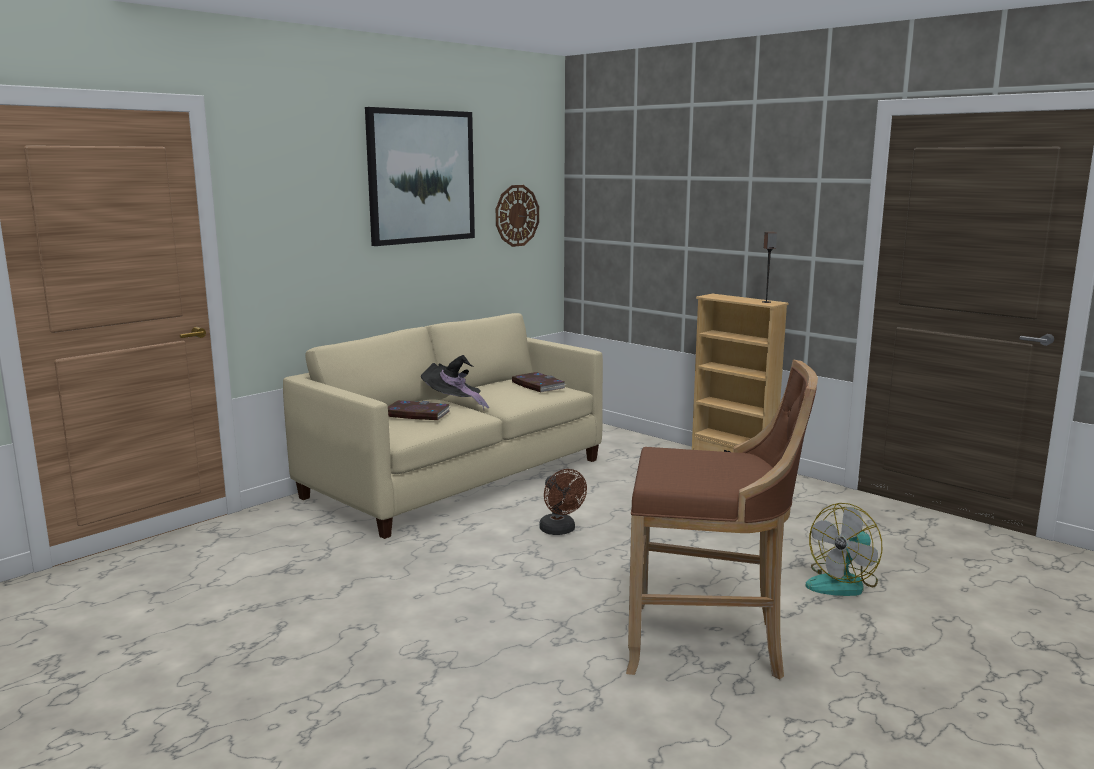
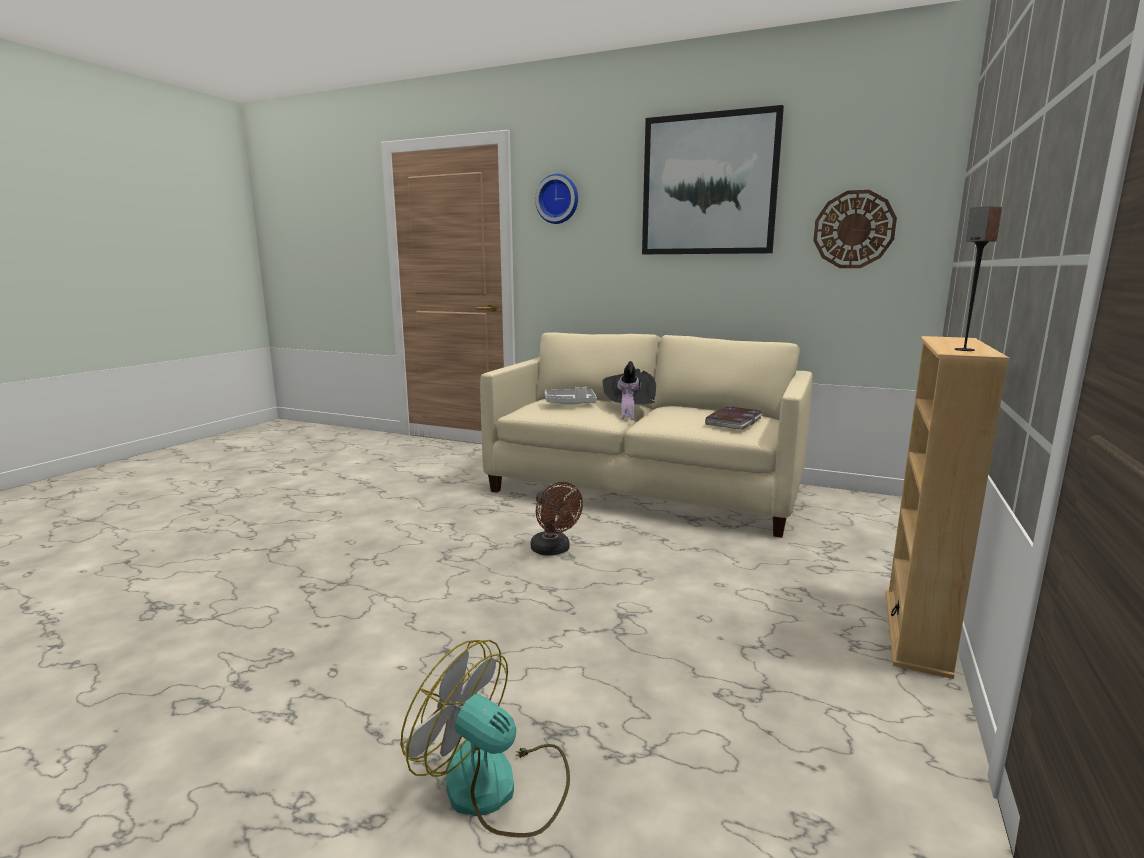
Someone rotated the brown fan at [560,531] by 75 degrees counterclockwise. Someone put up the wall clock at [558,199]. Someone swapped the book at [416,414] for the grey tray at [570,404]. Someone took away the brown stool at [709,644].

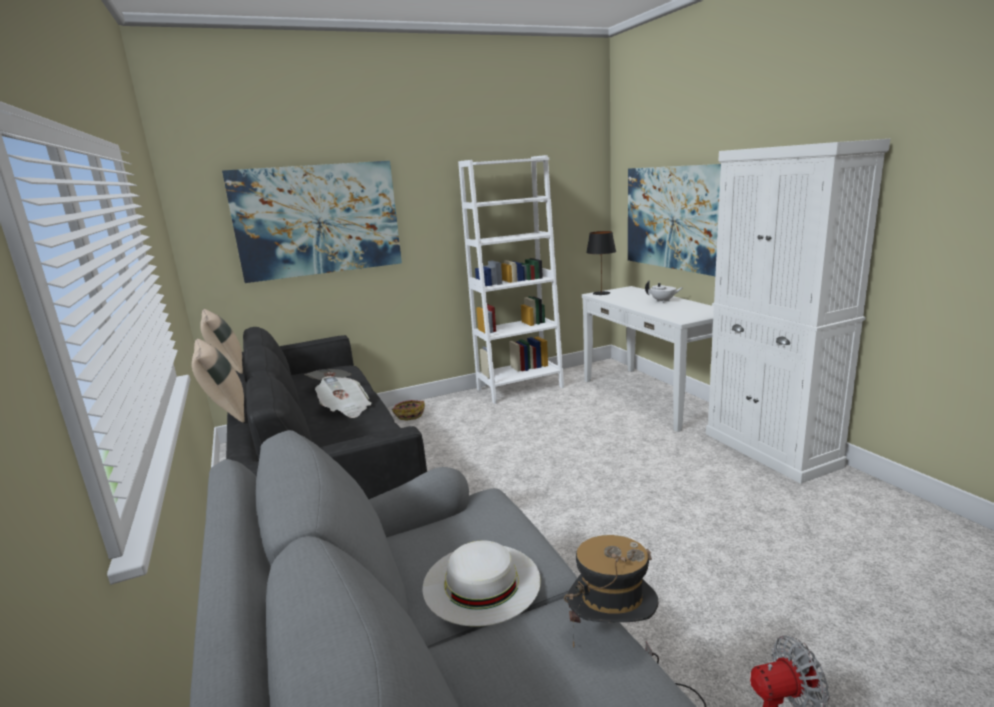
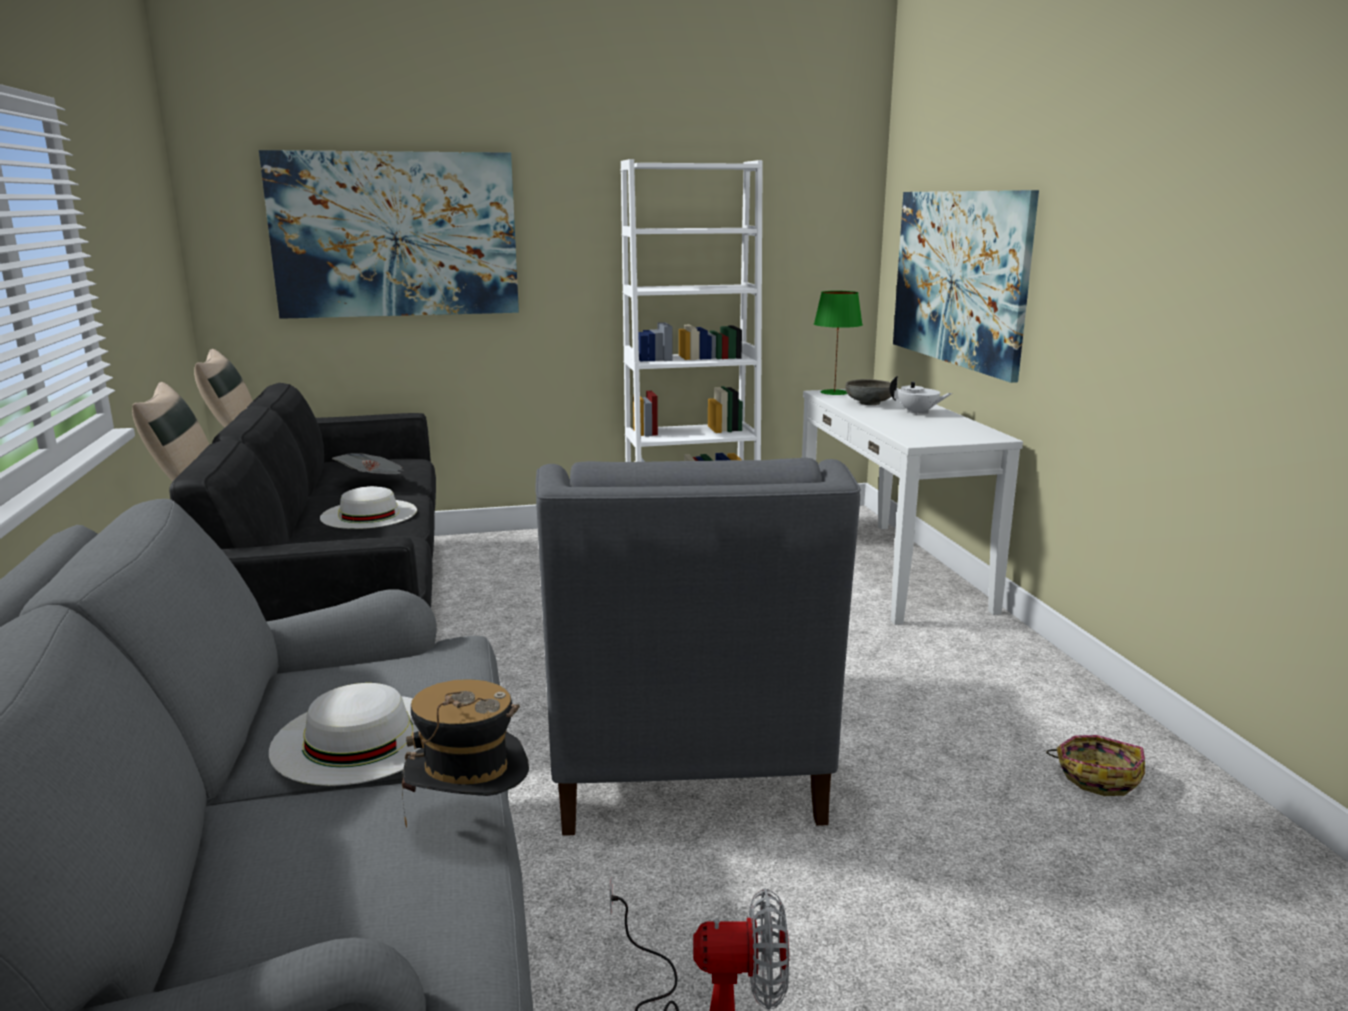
Someone swapped the newspaper at [345,409] for the white hat at [369,514]. Someone put down the grey armchair at [684,743]. Someone repainted the black table lamp at [601,293], which became the green table lamp at [834,392]. Someone put down the grey bowl at [869,403]. Someone carried the basket from [409,414] to [1097,776]. Someone took away the white cabinet at [771,449].

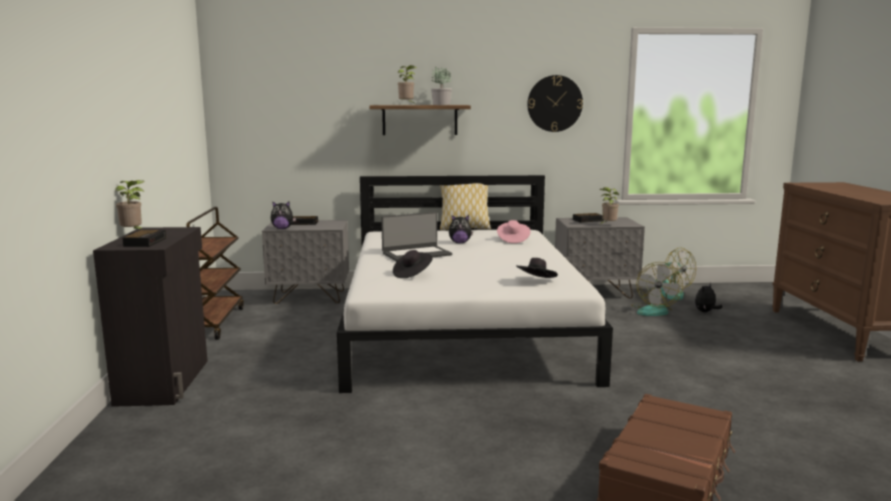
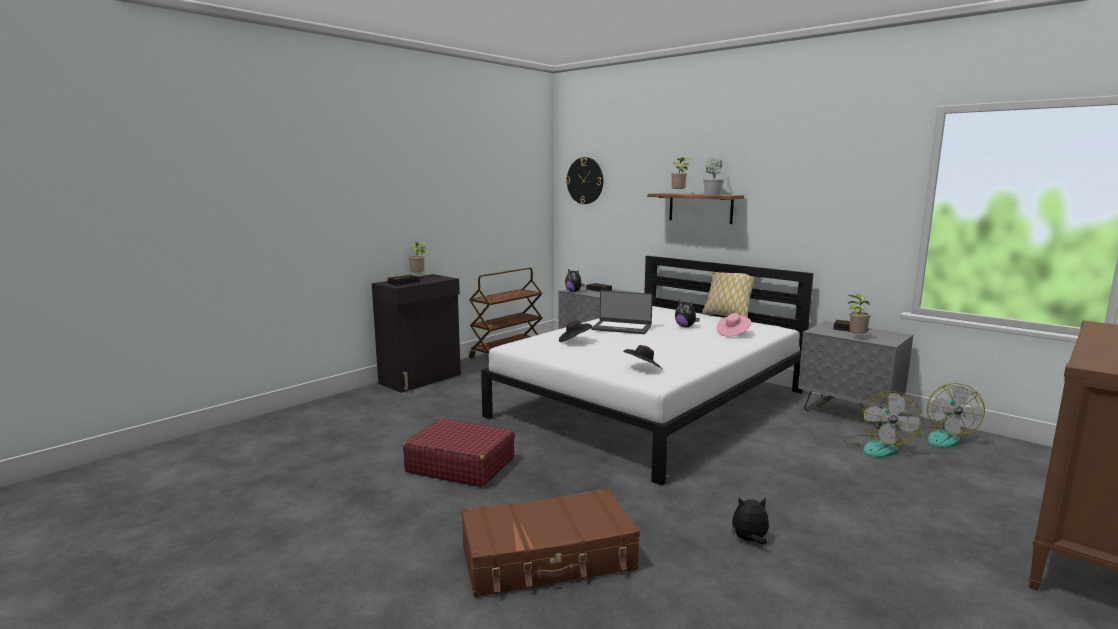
Someone put down the red suitcase at [460,465]. Someone carried the wall clock from [554,103] to [585,180]. Someone carried the plush toy from [705,312] to [749,540]. Someone rotated the fan at [654,310] by 60 degrees counterclockwise.

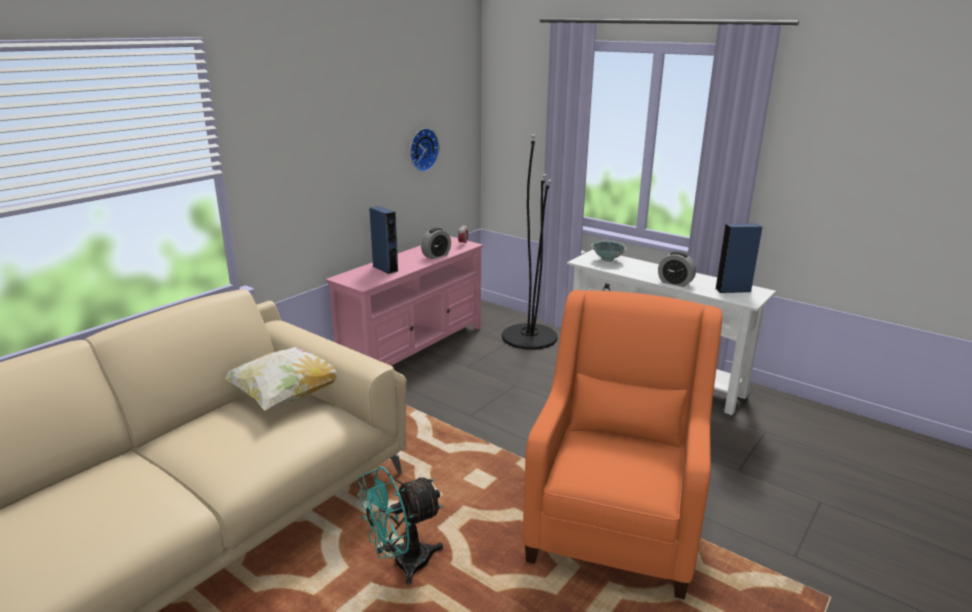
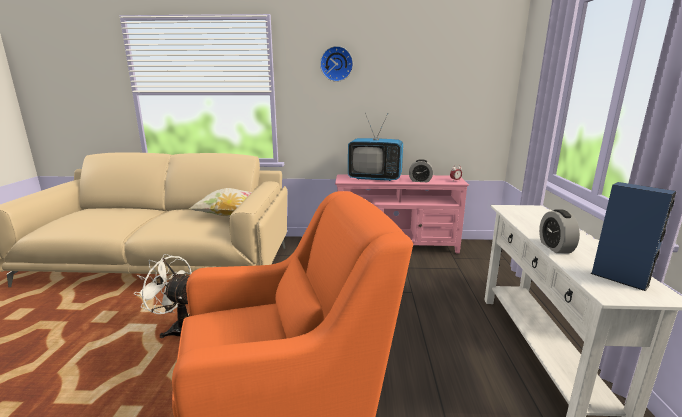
Someone repainted the turquoise fan at [402,564], which became the white fan at [179,328]. Someone carried the wall clock from [422,149] to [336,64]. Someone swapped the blue speaker at [385,268] for the television at [375,178]. Someone took away the black floor lamp at [529,337]. Someone took away the bowl at [607,260].

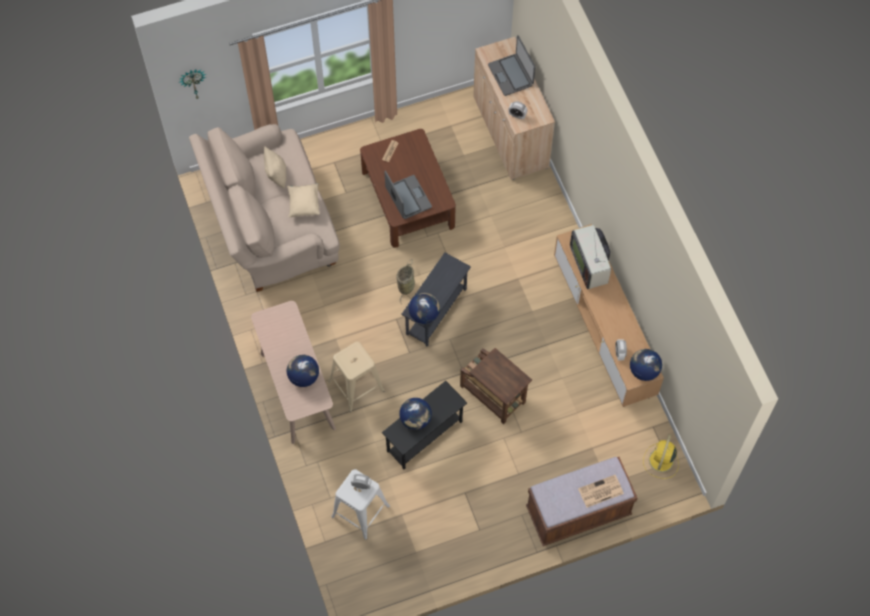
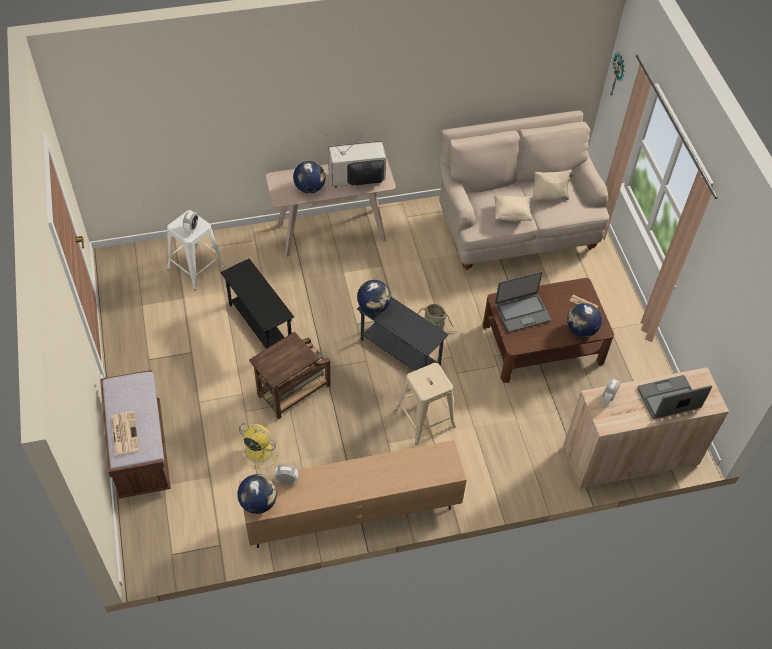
Someone carried the yellow fan from [660,461] to [257,449]. Someone carried the television from [590,264] to [358,179]. Someone carried the beige stool from [356,385] to [425,418]. Someone carried the globe from [415,420] to [581,330].

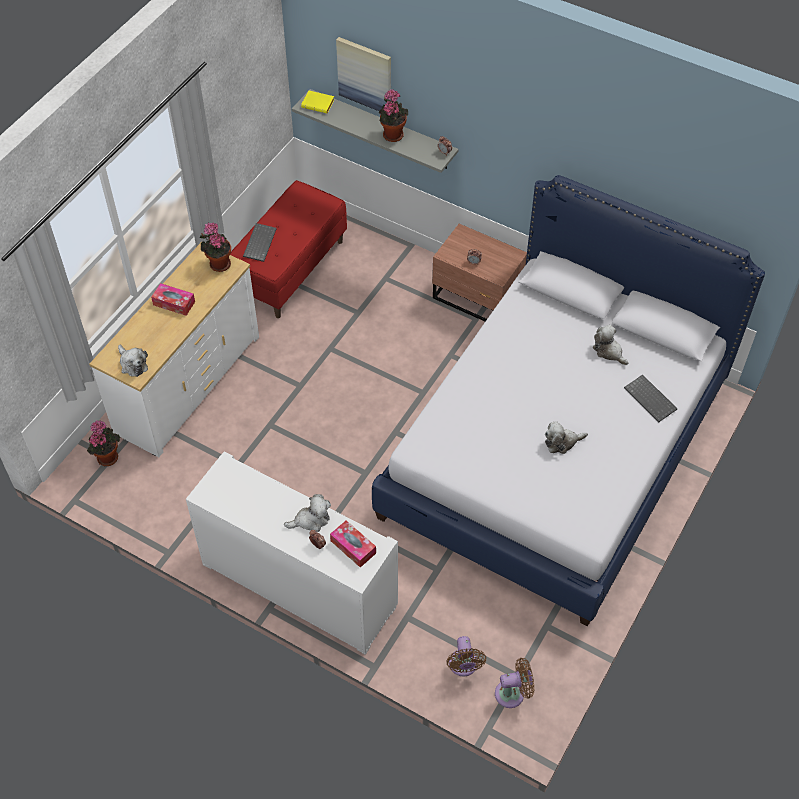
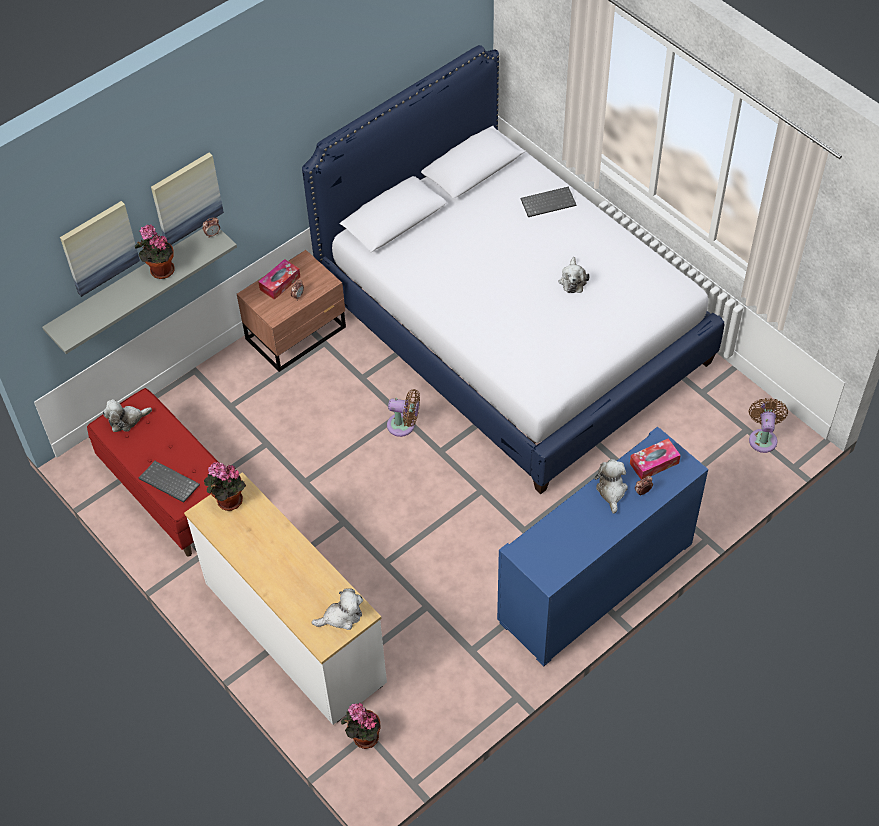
Someone carried the plush toy from [609,351] to [126,420]. Someone put up the picture at [186,198]. Someone carried the tissue box from [174,303] to [280,283]. Someone carried the brown fan from [463,666] to [404,425]. Someone repainted the white cabinet at [299,584], which became the blue cabinet at [596,582]. Someone took away the yellow book at [319,104].

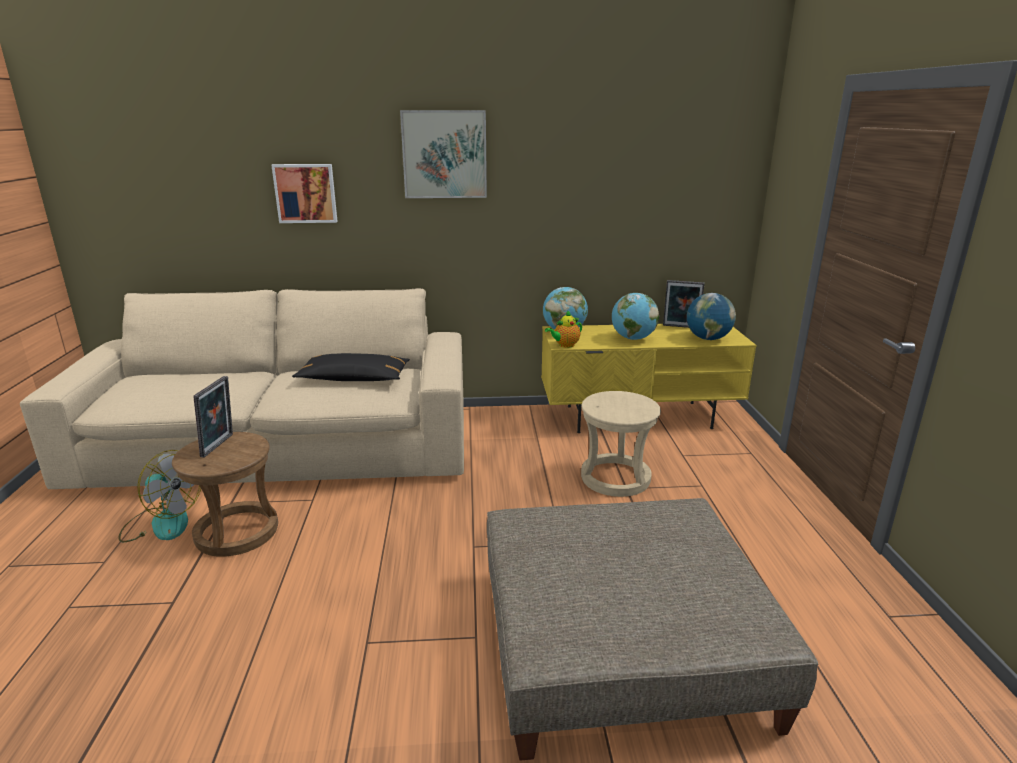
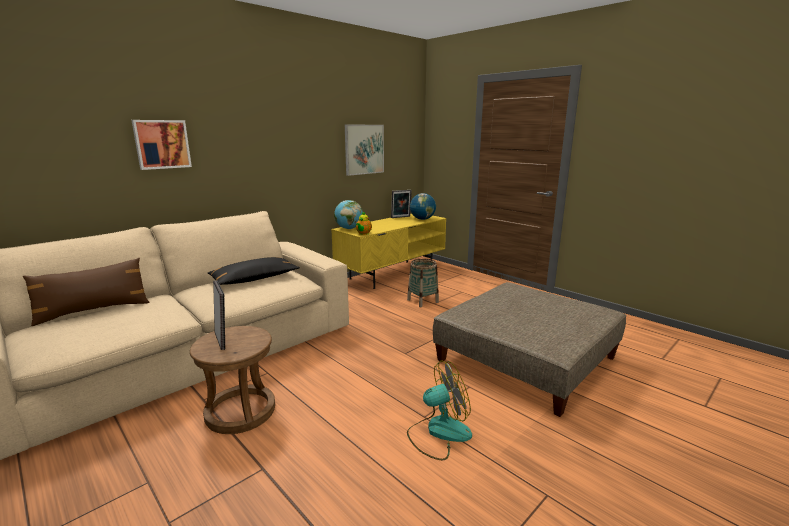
Someone put down the brown pillow at [94,311]. Someone carried the picture from [444,154] to [364,149]. Someone swapped the beige stool at [615,478] for the basket at [422,301]. Someone carried the fan from [162,523] to [439,432]. Someone took away the globe at [633,338].

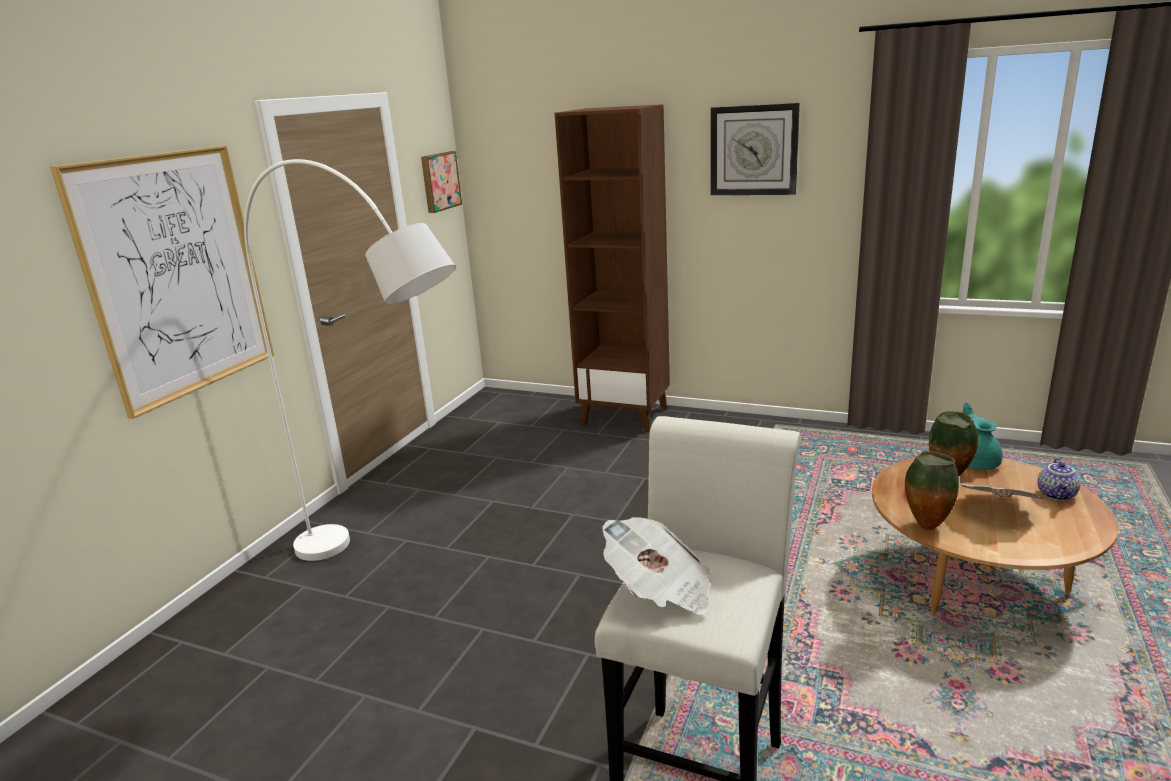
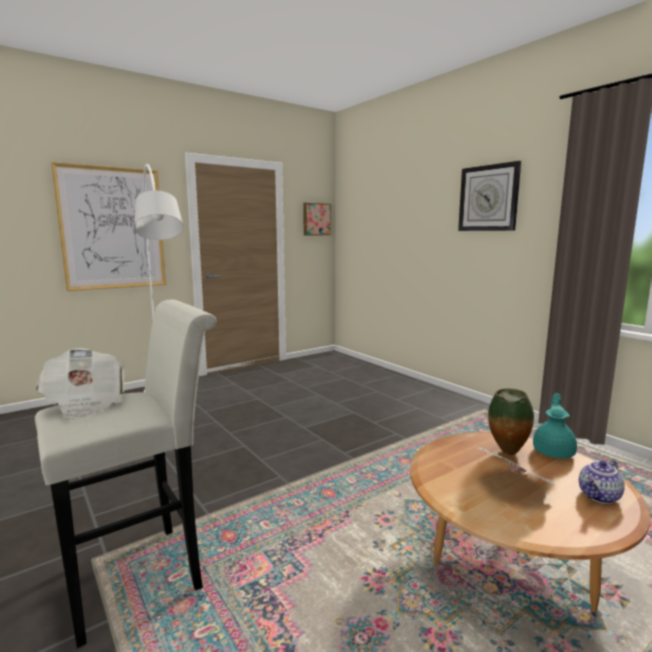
Someone took away the brown bookcase at [625,415]. Someone took away the vase at [925,525].

